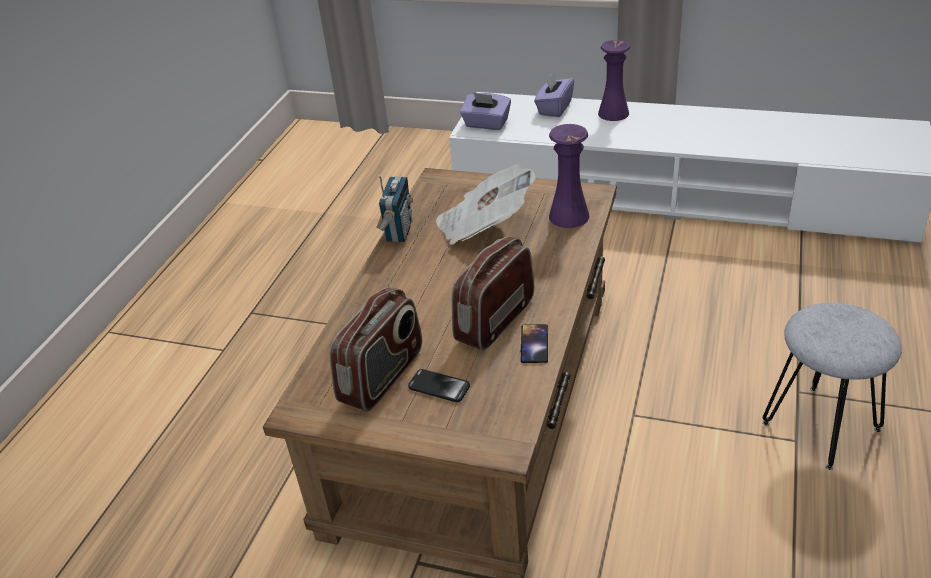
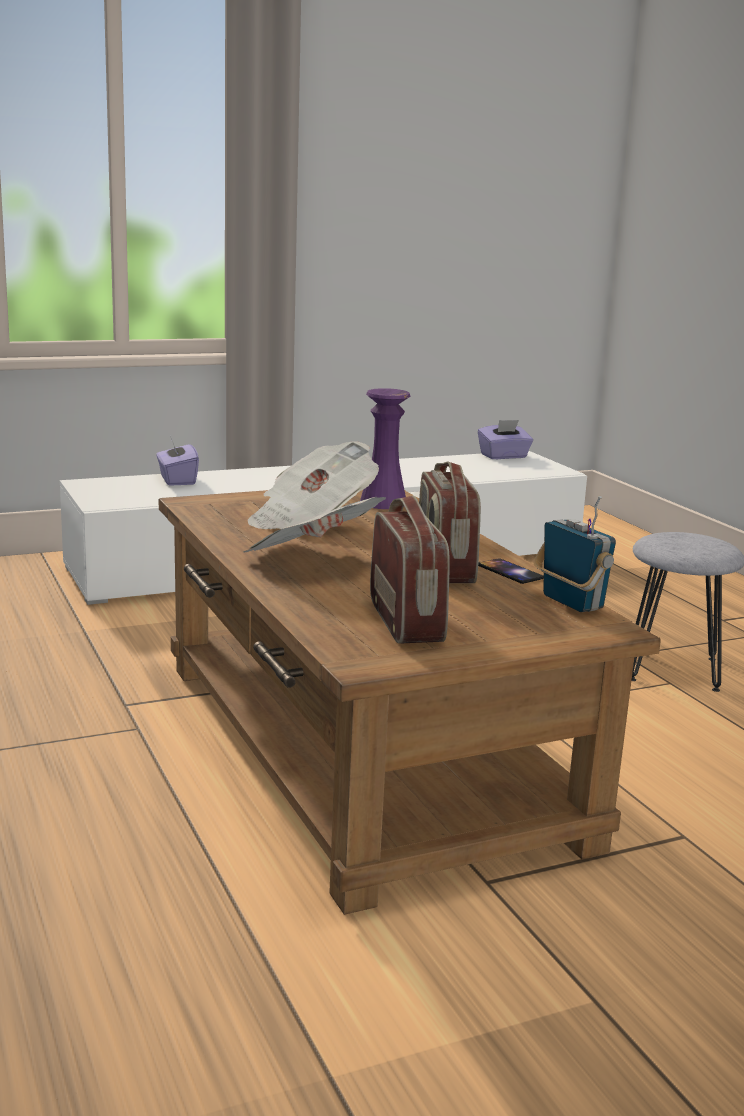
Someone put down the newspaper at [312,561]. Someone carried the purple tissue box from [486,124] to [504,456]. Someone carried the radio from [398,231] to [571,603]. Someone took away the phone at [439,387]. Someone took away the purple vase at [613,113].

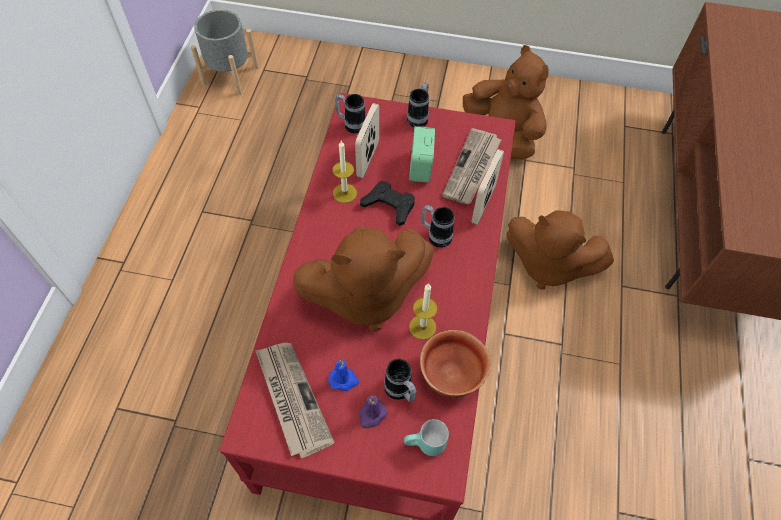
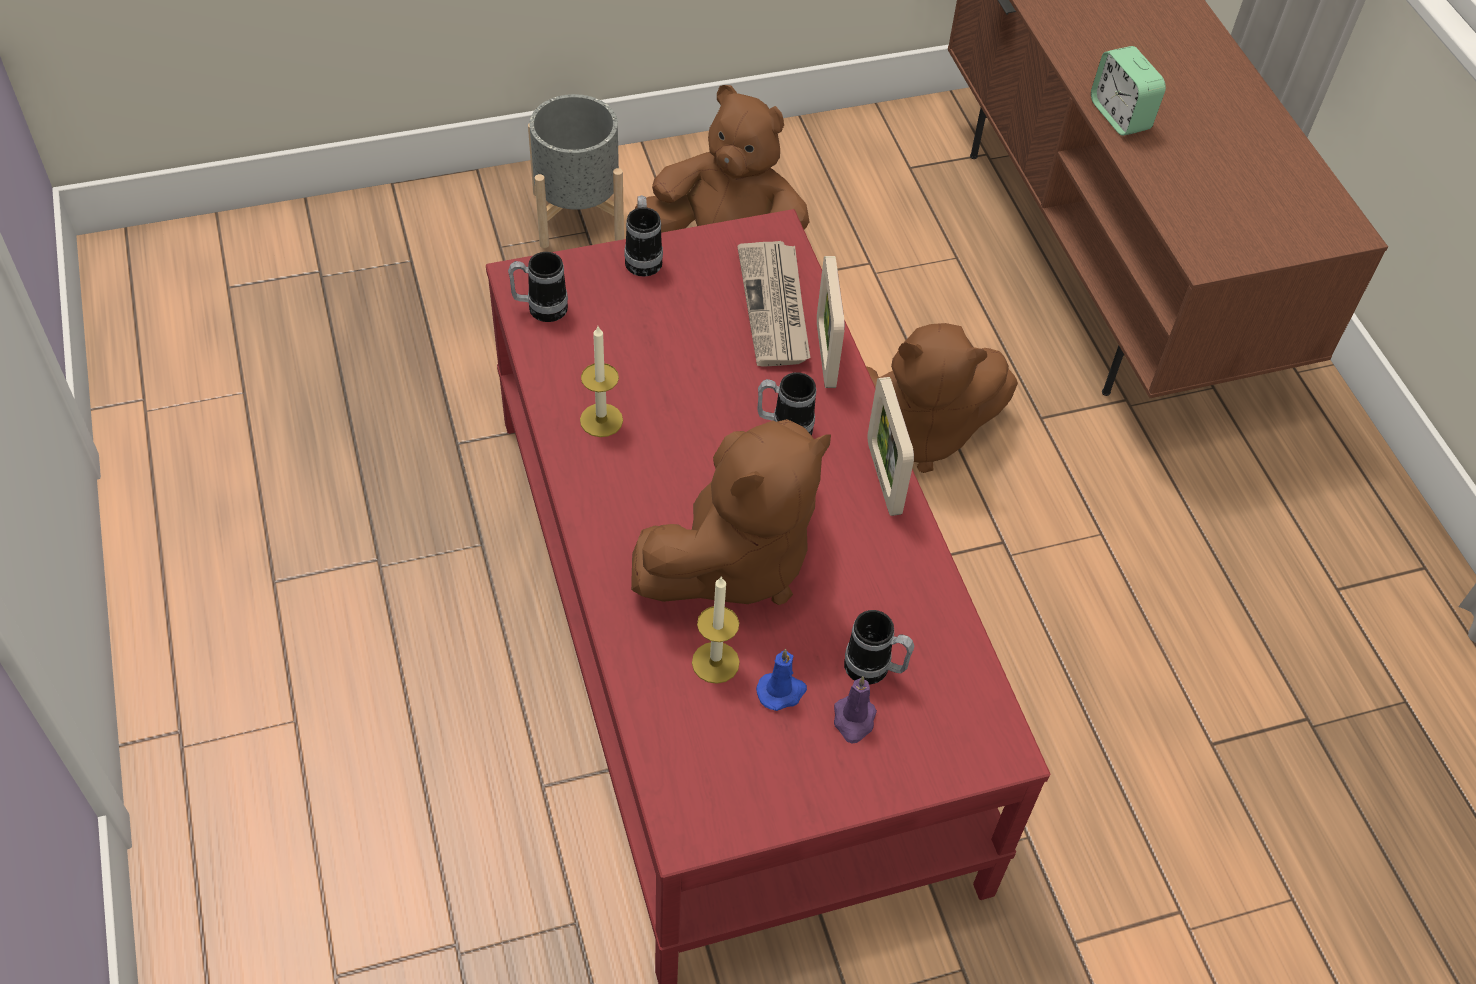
Someone carried the grey planter from [230,75] to [577,215]. Someone carried the candle from [422,327] to [715,662]. Someone carried the picture frame from [368,159] to [883,478]. Someone carried the alarm clock from [420,168] to [1120,116]. Someone took away the newspaper at [291,398]. Someone took away the black game controller at [389,205]. Someone took away the turquoise mug at [425,446]. Someone took away the bowl at [451,373].

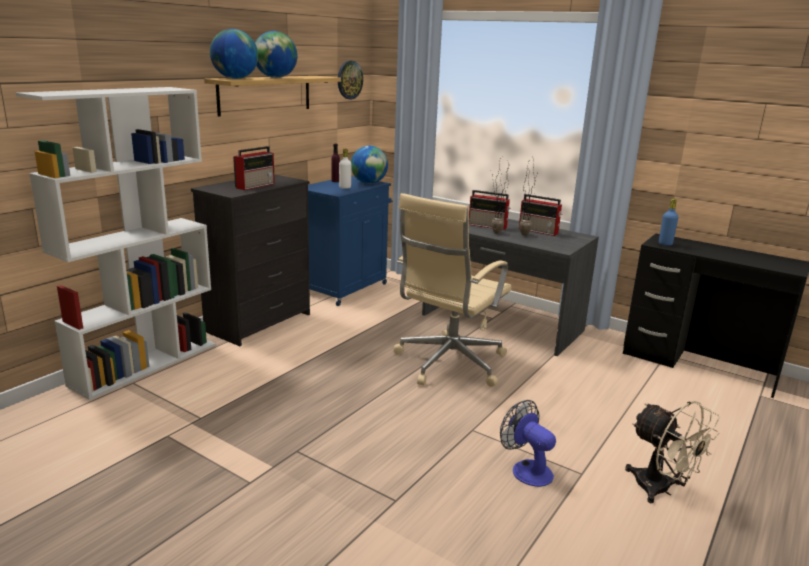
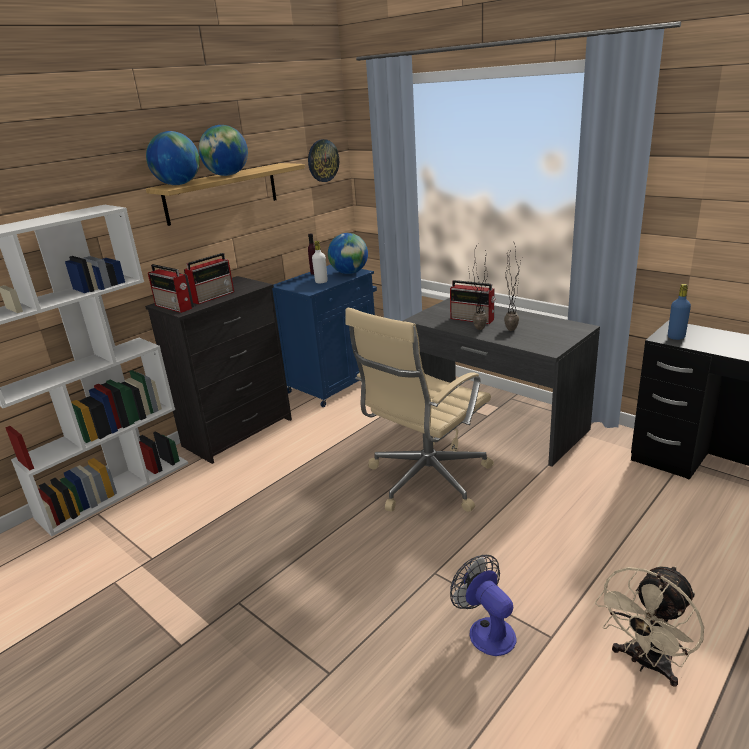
Someone carried the radio from [539,231] to [174,307]. Someone rotated the beige fan at [661,490] by 75 degrees clockwise.

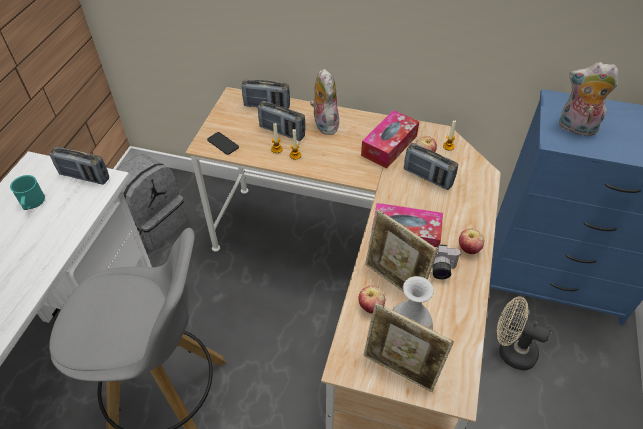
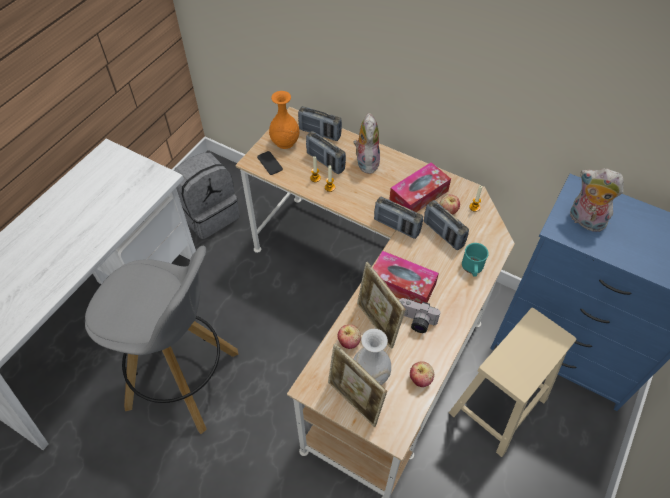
Someone put down the orange vase at [285,142]. Someone carried the radio from [84,176] to [396,226]. Someone carried the apple from [468,249] to [420,379]. Someone swapped the beige fan at [511,350] for the beige stool at [497,407]. Someone carried the turquoise mug from [32,203] to [472,268].

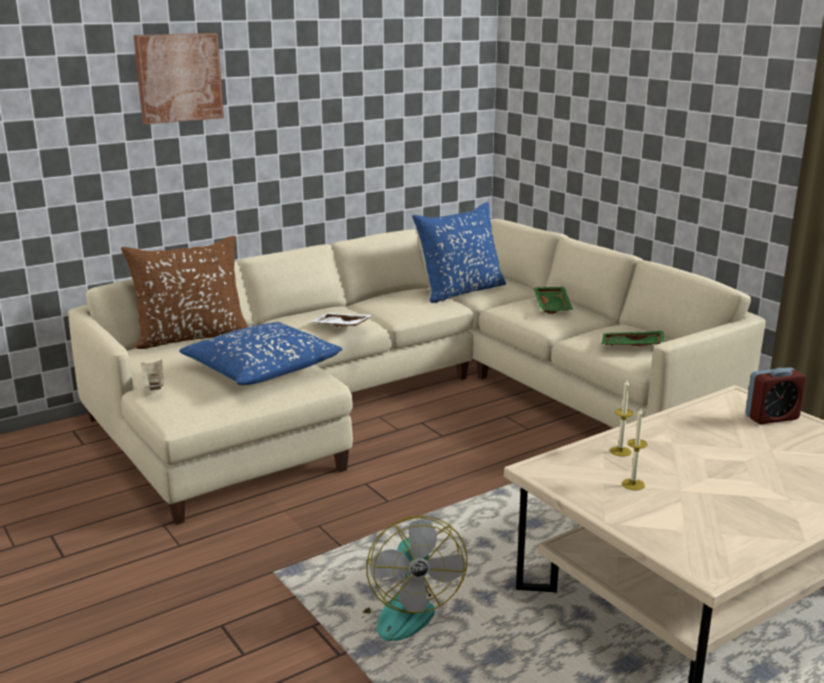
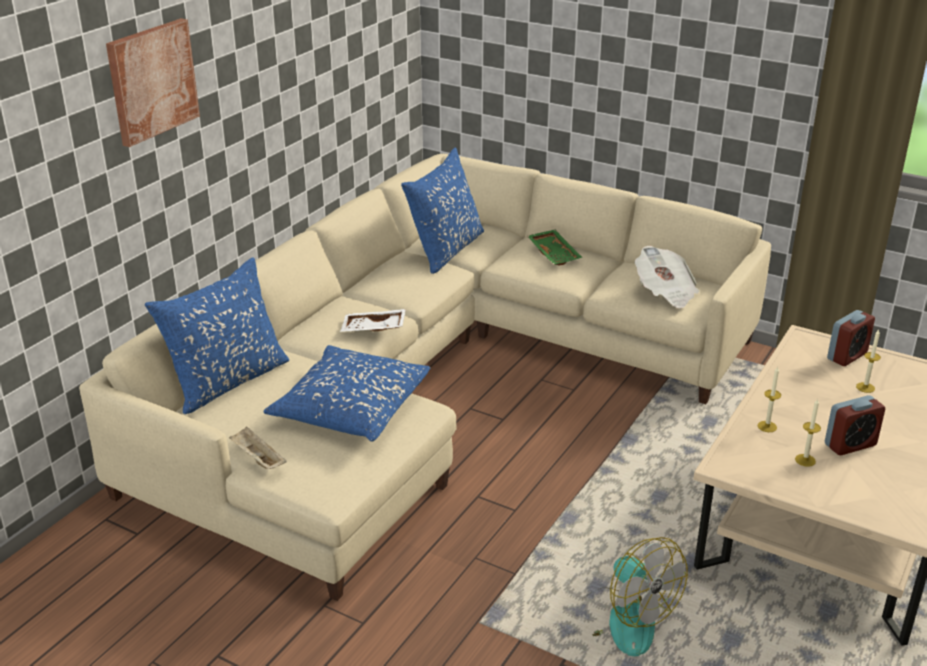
Someone repainted the brown pillow at [191,337], which became the blue pillow at [227,381]. Someone swapped the green tray at [631,346] for the newspaper at [665,293]. Someone put down the alarm clock at [850,445]. Someone put down the candle at [865,387].

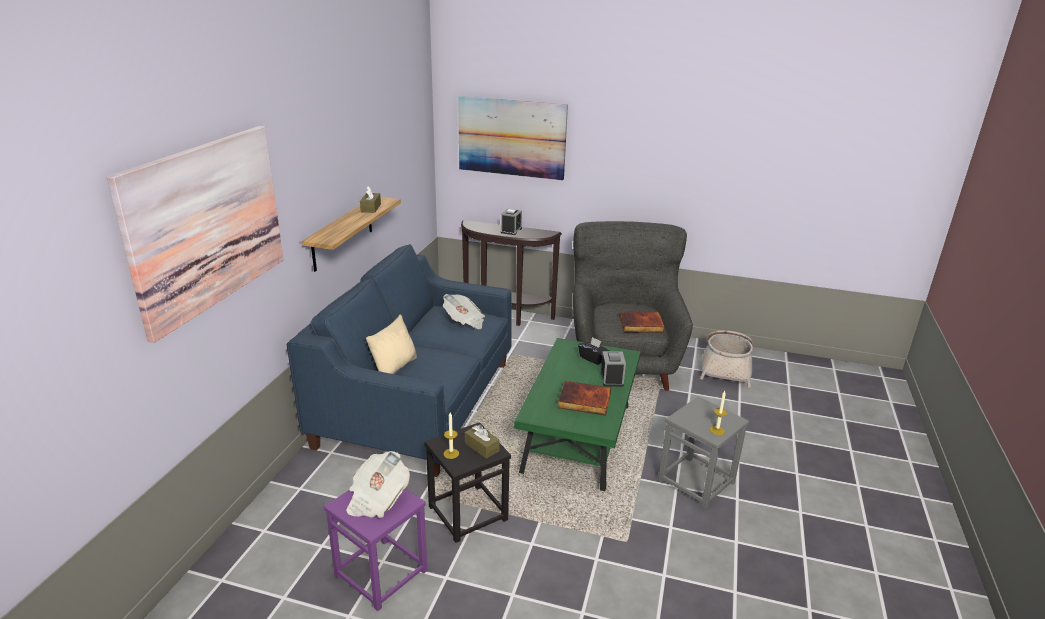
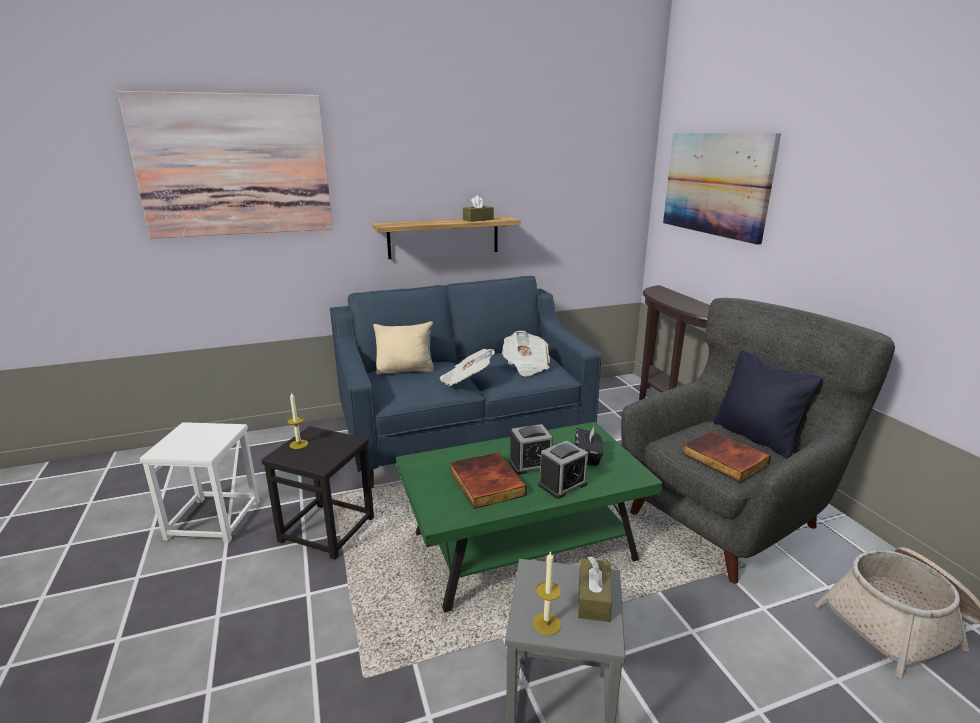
Someone repainted the purple stool at [382,572], which became the white stool at [214,520]. Someone carried the newspaper from [377,499] to [466,380]. Someone carried the alarm clock from [511,230] to [531,464]. Someone carried the brown tissue box from [482,447] to [593,598]. Someone put down the black pillow at [756,437].

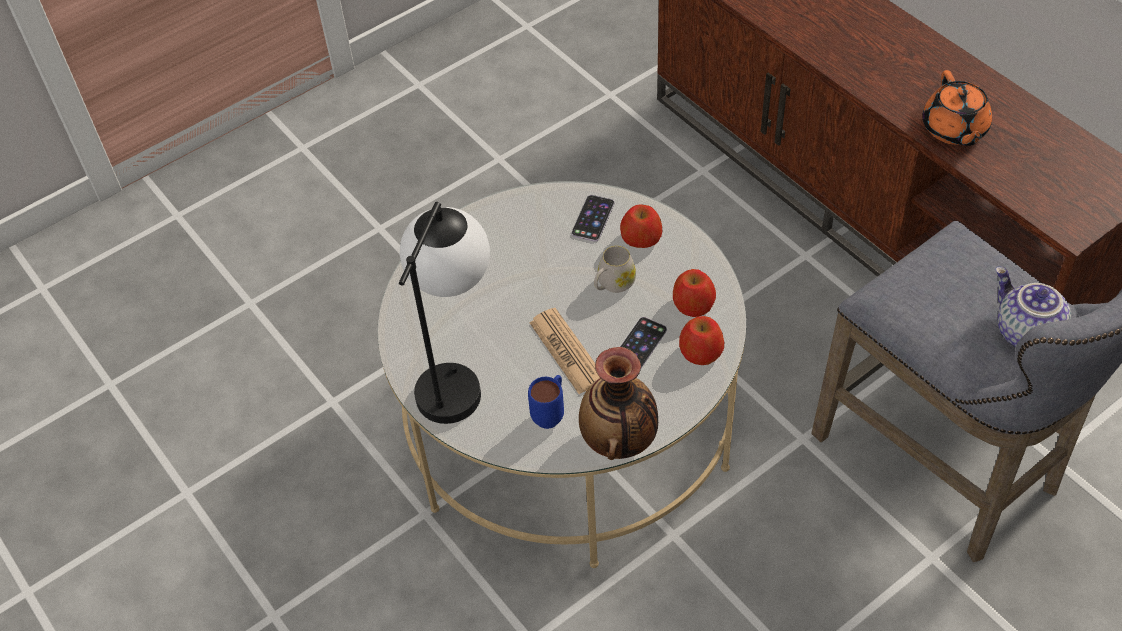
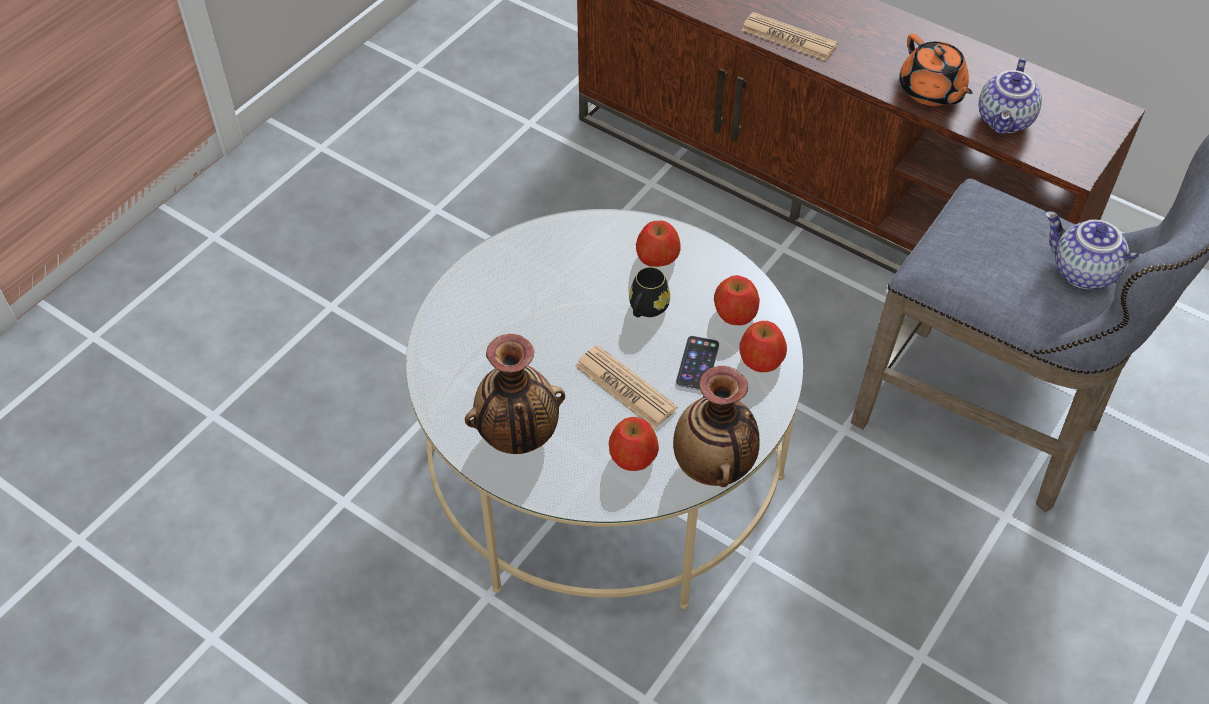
Someone swapped the table lamp at [456,374] for the vase at [518,436]. Someone swapped the blue mug at [551,413] for the apple at [633,455]. Someone repainted the white mug at [613,284], which became the black mug at [646,309]. Someone put down the newspaper at [788,38]. Someone put down the teapot at [1006,120]. Someone took away the phone at [593,218].

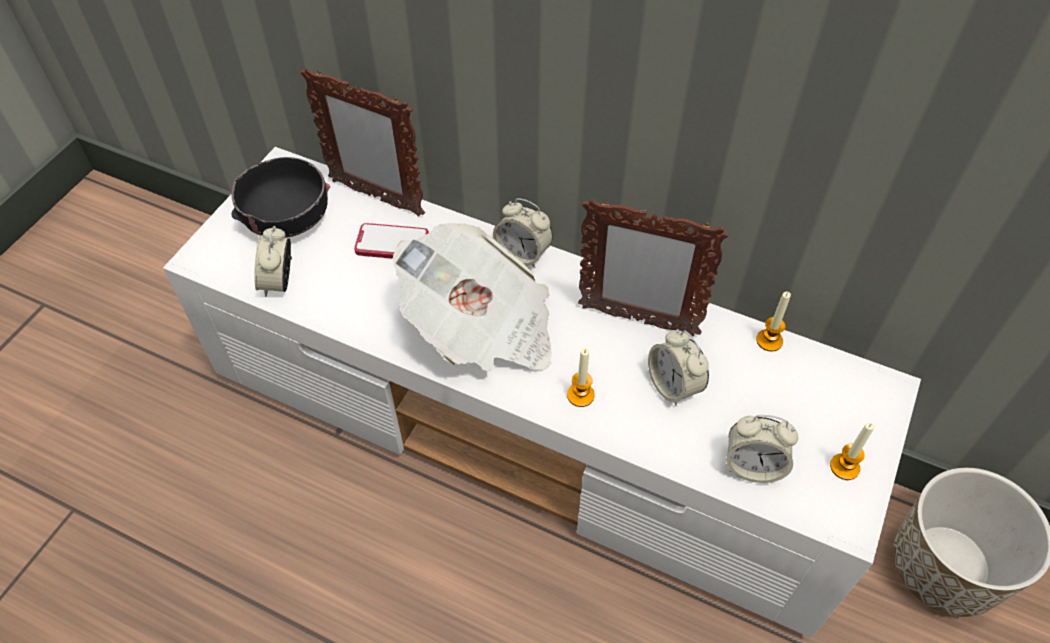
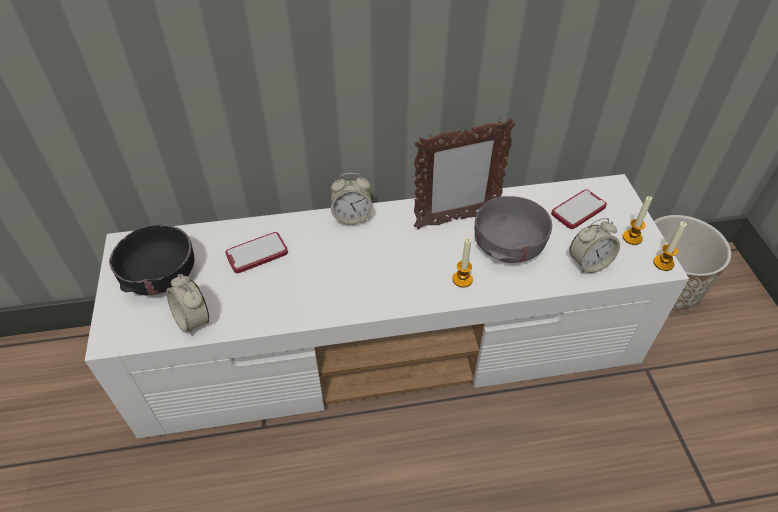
Someone swapped the alarm clock at [673,385] for the grey bowl at [509,245]. Someone put down the phone at [578,210]. Someone carried the candle from [769,340] to [663,263]. Someone took away the picture frame at [376,197]. Someone took away the newspaper at [482,327].

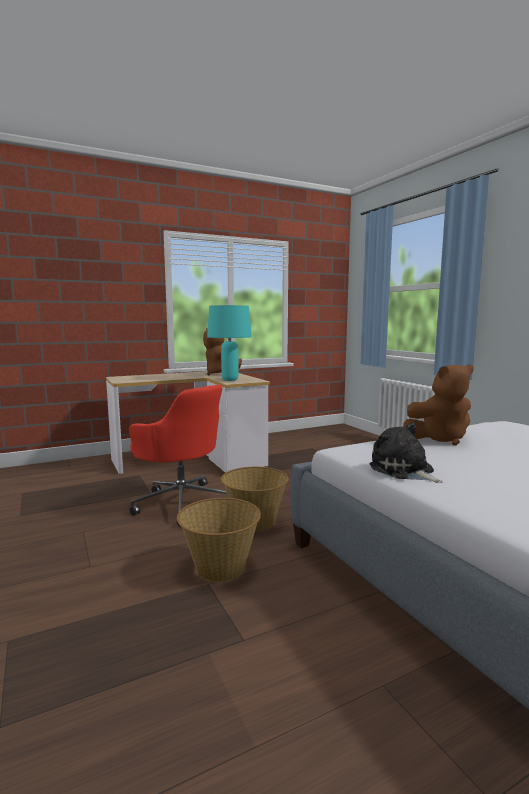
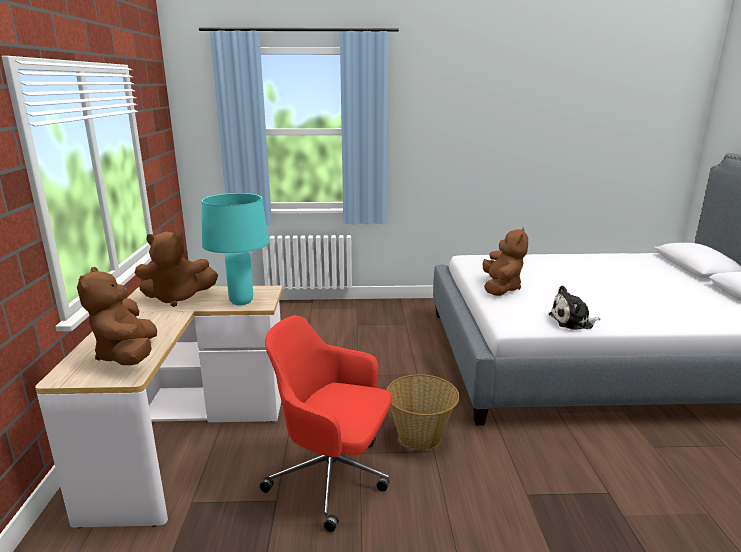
Someone put down the brown plush toy at [128,356]. Someone rotated the red office chair at [181,502] by 135 degrees counterclockwise. Someone took away the basket at [220,568].

